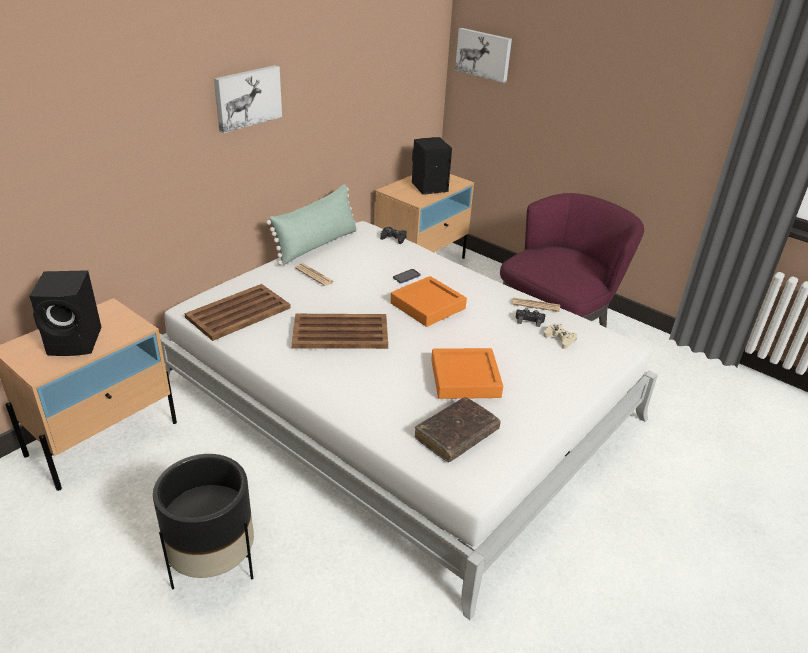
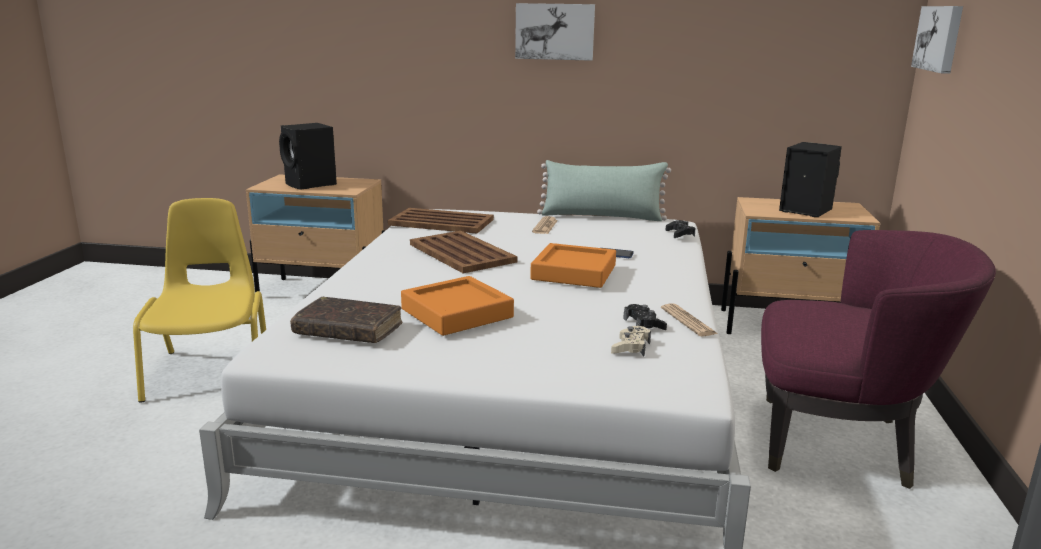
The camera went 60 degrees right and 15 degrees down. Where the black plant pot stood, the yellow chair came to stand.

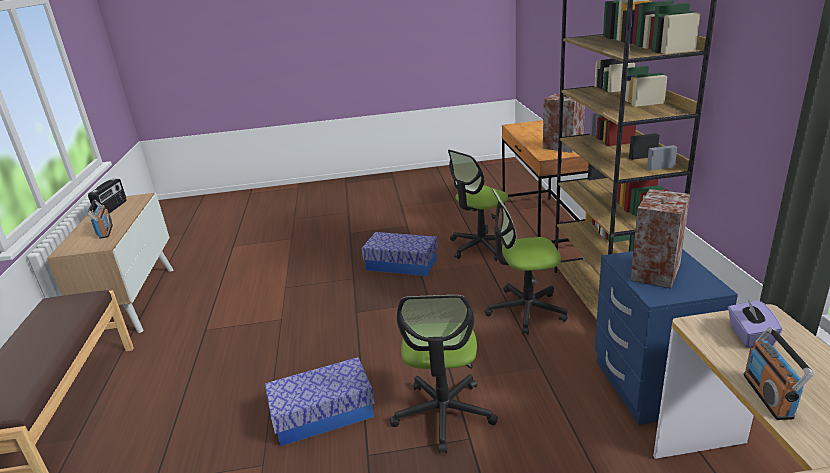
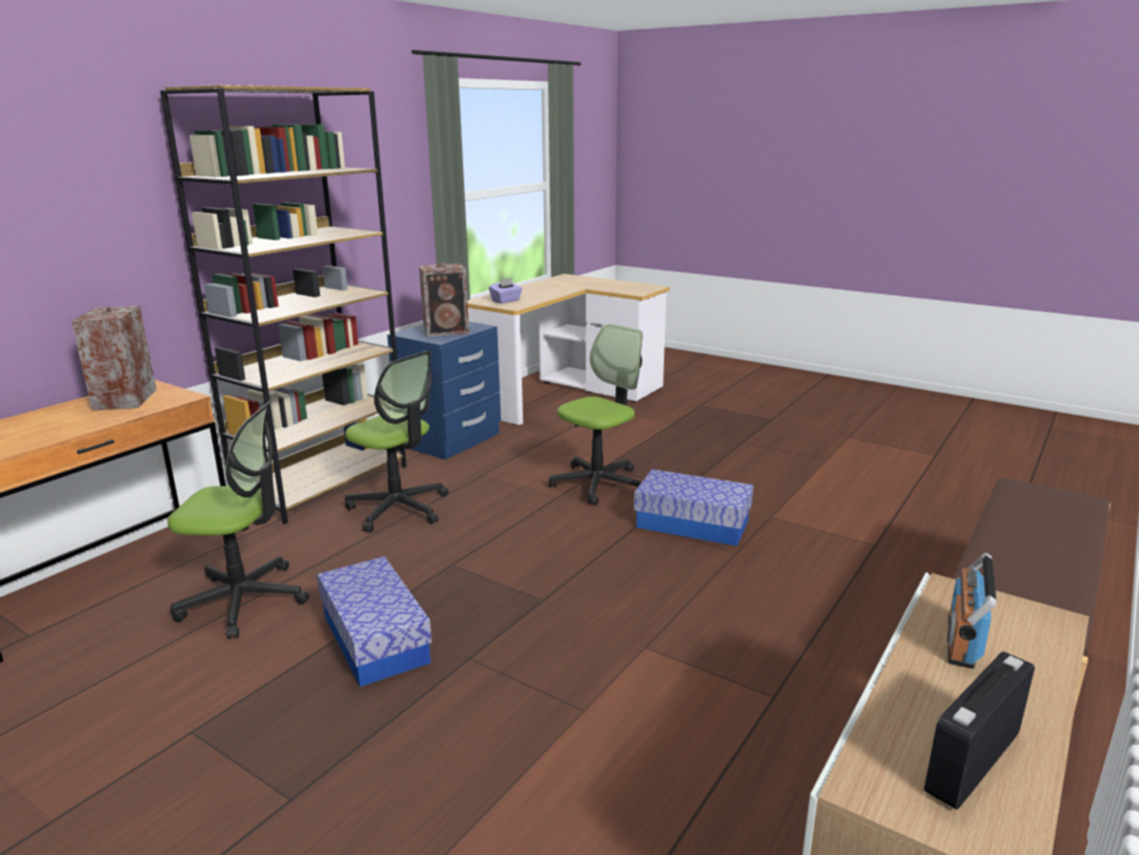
The camera went 140 degrees left and 5 degrees down. The second view lost the radio (no. 3 from left).

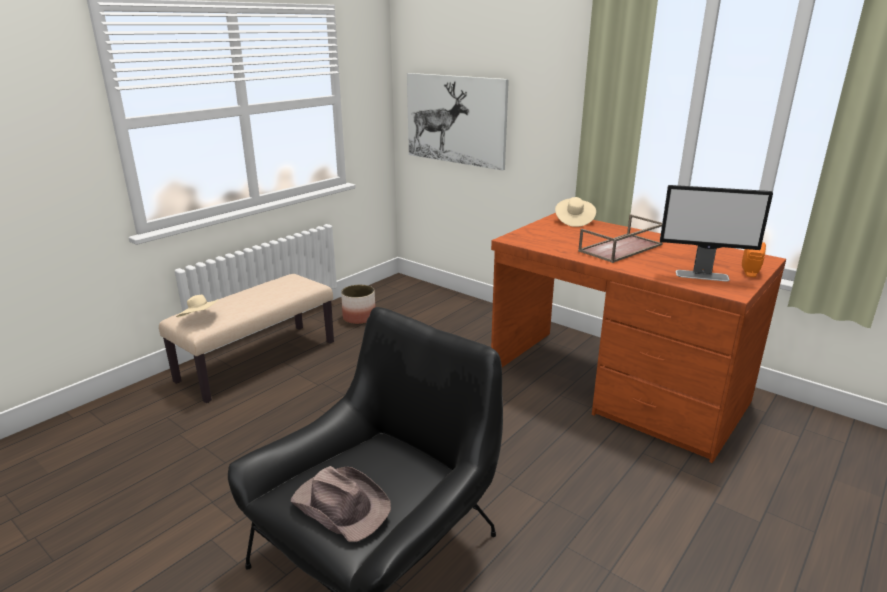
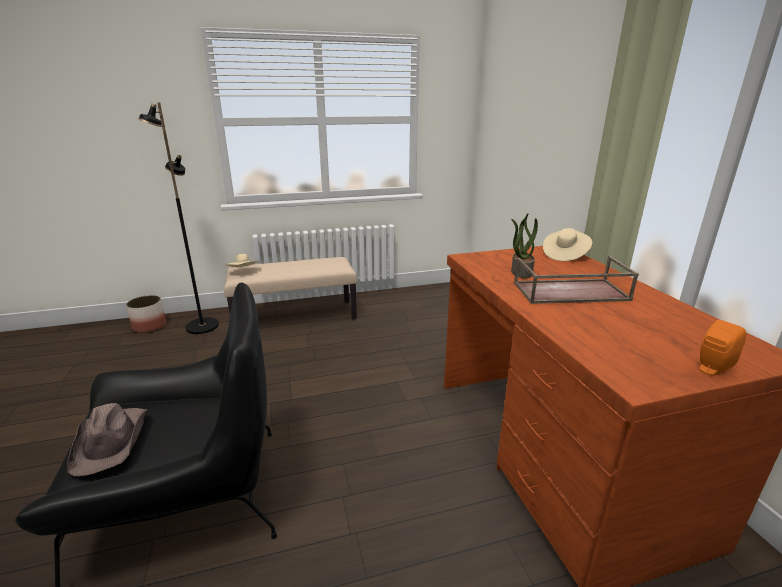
The camera went 35 degrees right and 0 degrees up. The plant pot ended up elsewhere. The second view lost the wall picture. The second view lost the computer screen. The second view gained the black standard lamp. The second view gained the houseplant.

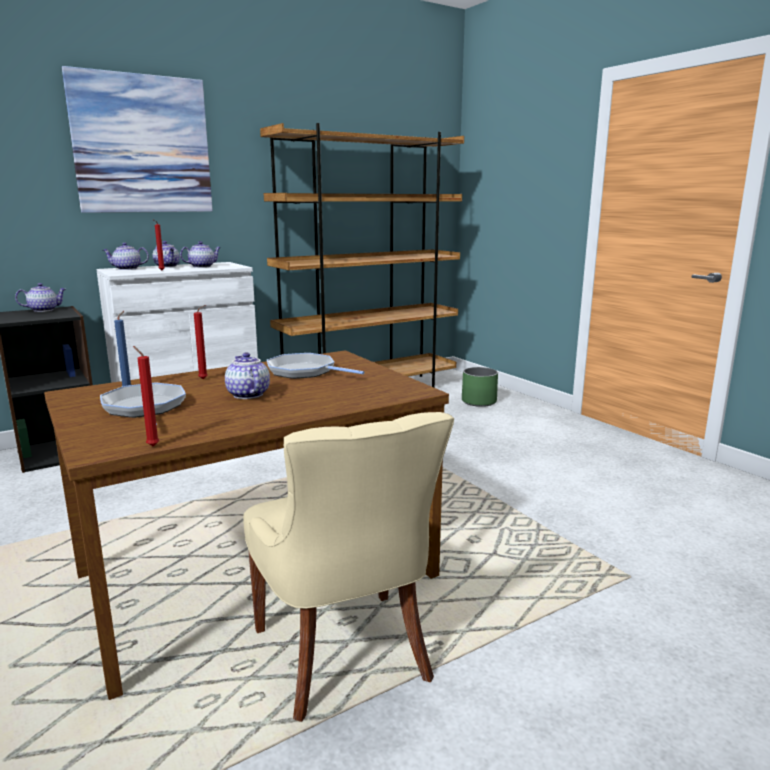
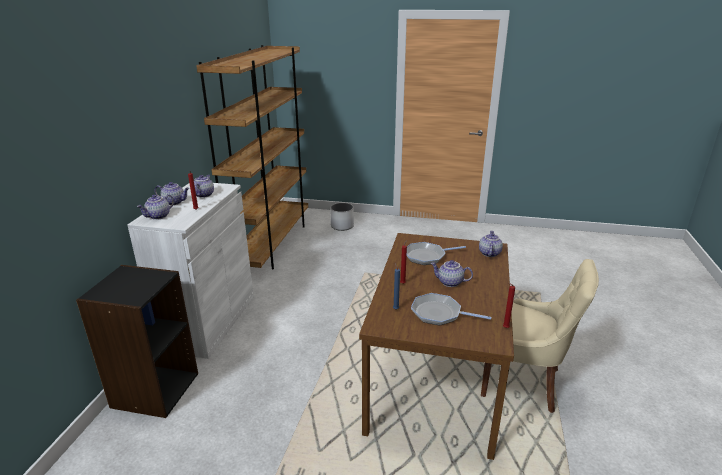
The camera went 45 degrees left and 10 degrees up. The pot for tea (no. 1 from left in the first image) ended up elsewhere. The second view lost the wall picture. What was the green plant pot turned into the white plant pot.

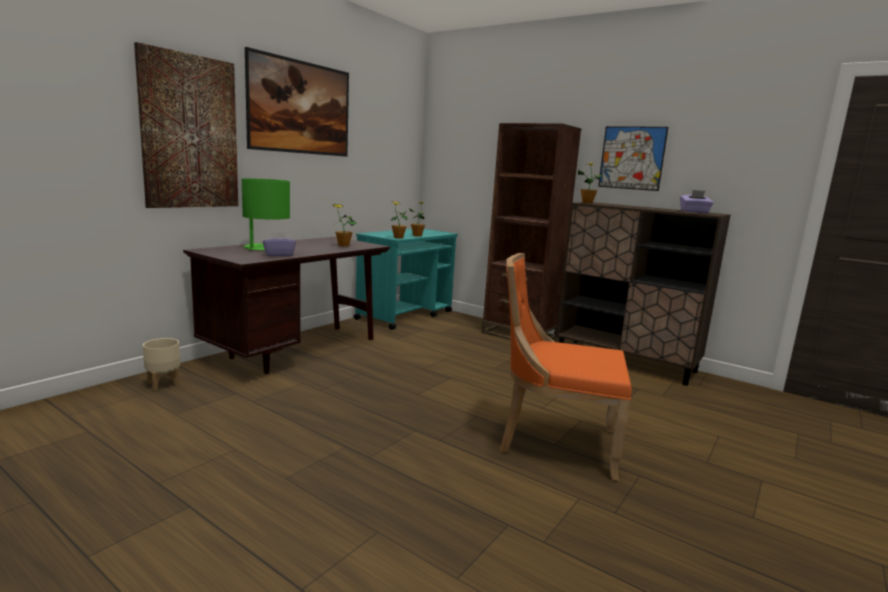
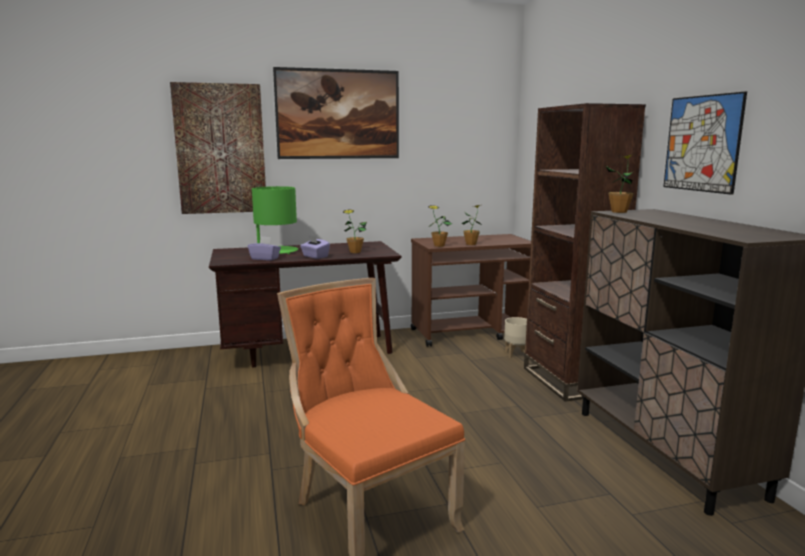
The camera went 40 degrees right and 0 degrees up. The sand-coloured plant pot ended up elsewhere. What was the blue-green cart turned into the brown-coloured cart. The purple-coloured tissue holder (no. 2 from left) ended up elsewhere.

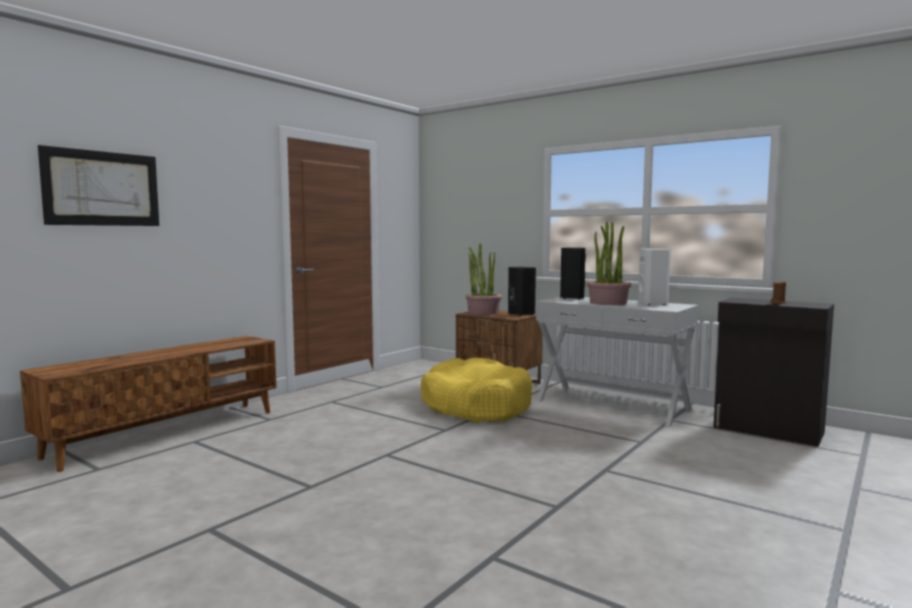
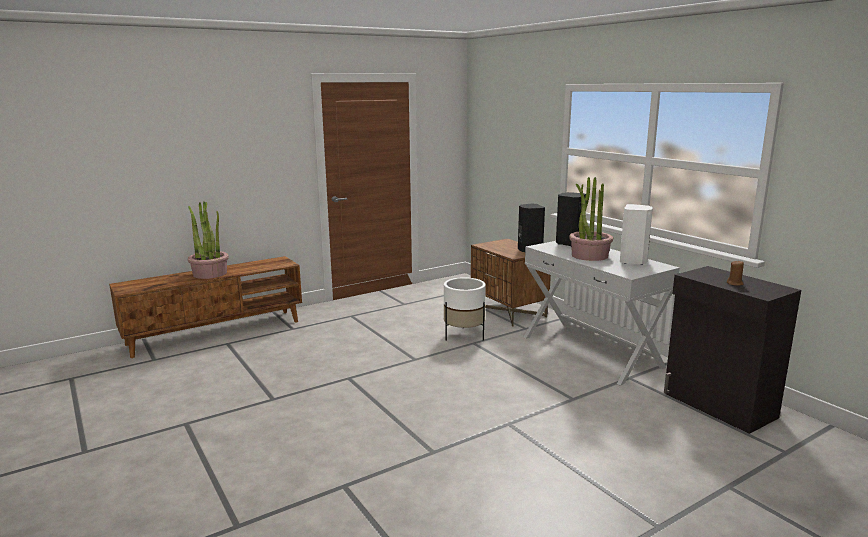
The camera went 20 degrees right and 10 degrees up. The second view lost the wall picture. Where the yellow dog bed stood, the white plant pot came to stand. The houseplant (no. 1 from left) ended up elsewhere.

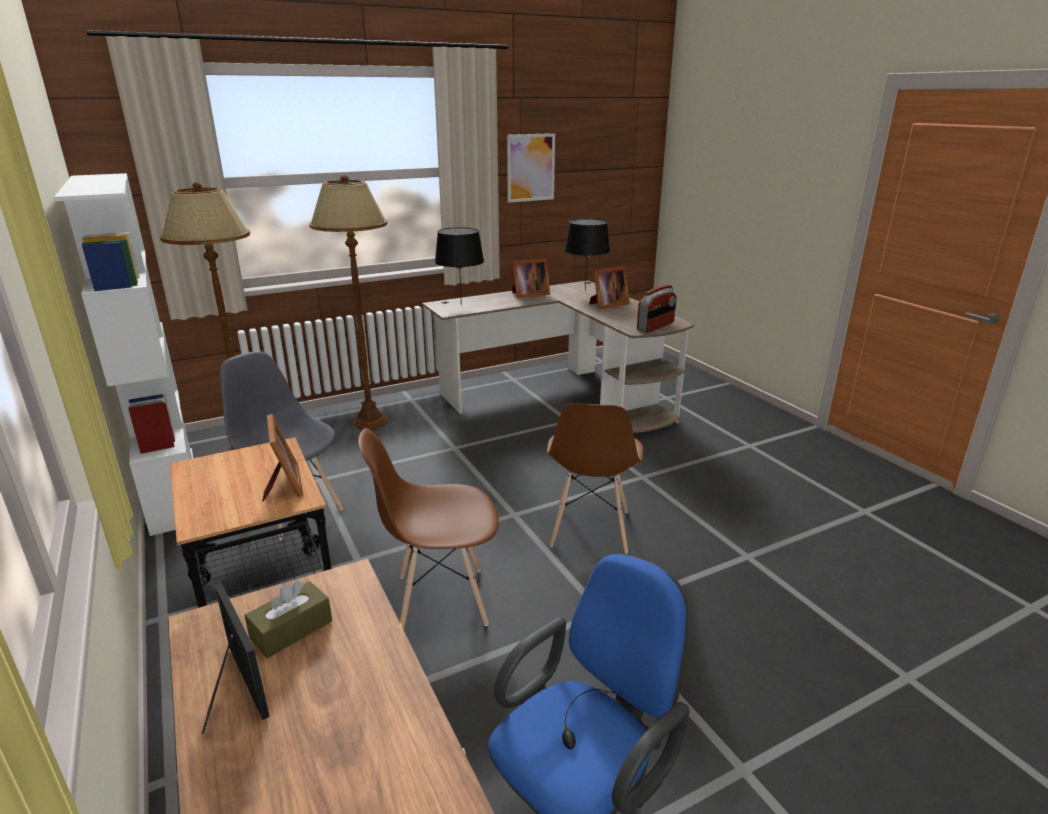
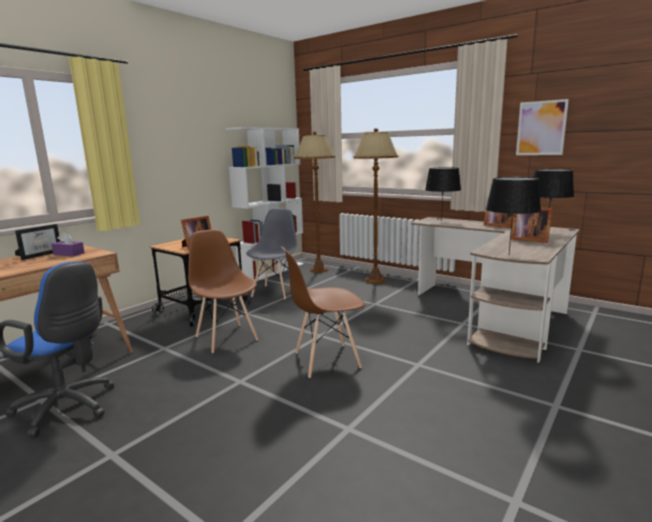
The camera went 65 degrees right and 10 degrees down. What was the brown-coloured tissue holder turned into the purple-coloured tissue holder. Where the radio stood, the black tabletop lamp (no. 2 from left) came to stand.

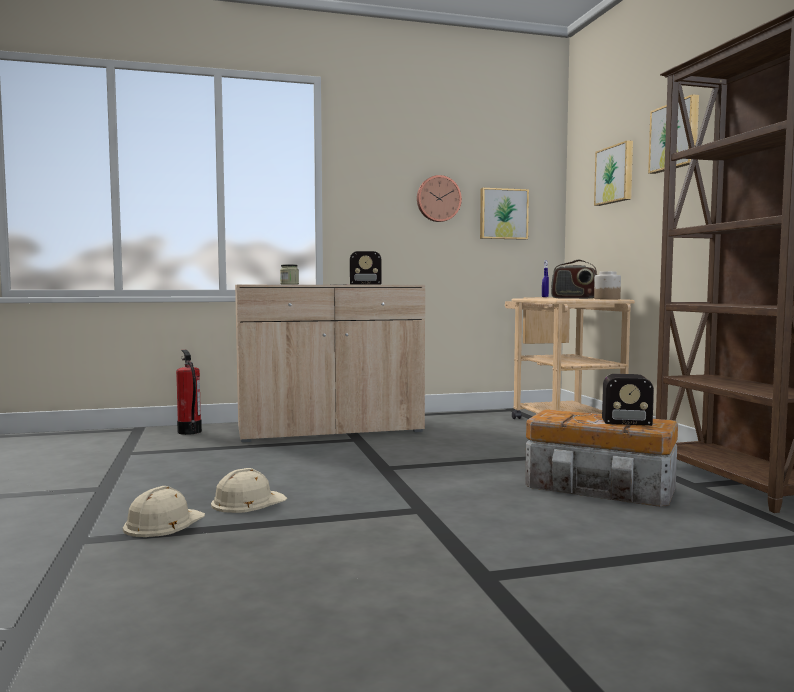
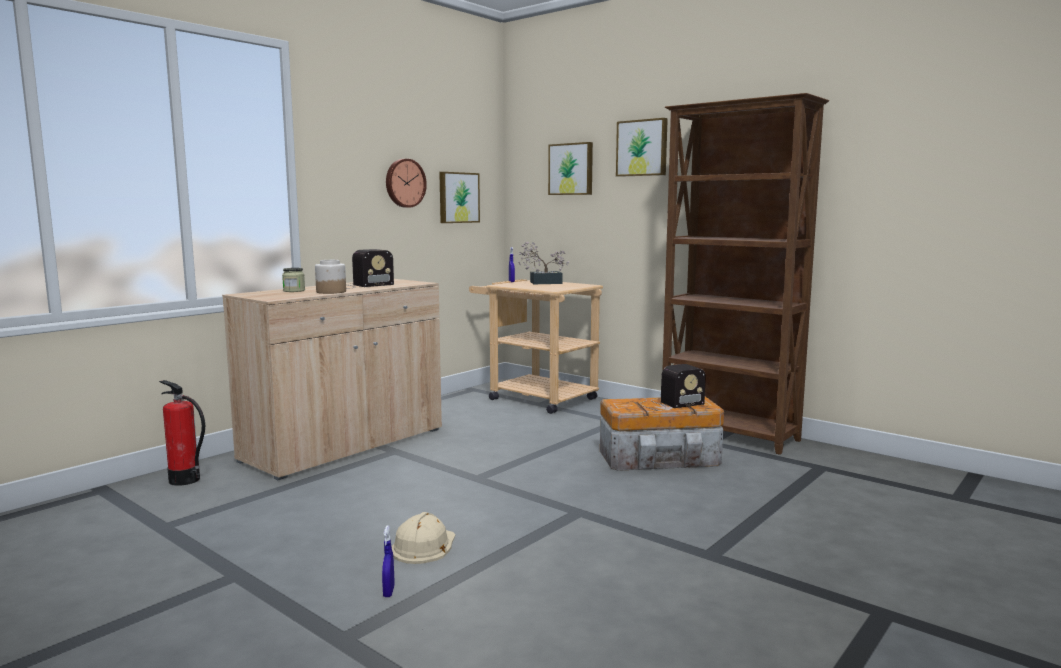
The camera went 35 degrees left and 5 degrees up. Where the sand-coloured hard hat (no. 1 from left) stood, the bluish sprayer (no. 1 from left) came to stand. Where the radio (no. 2 from left) stood, the houseplant came to stand. The preserve jar (no. 2 from left) ended up elsewhere.

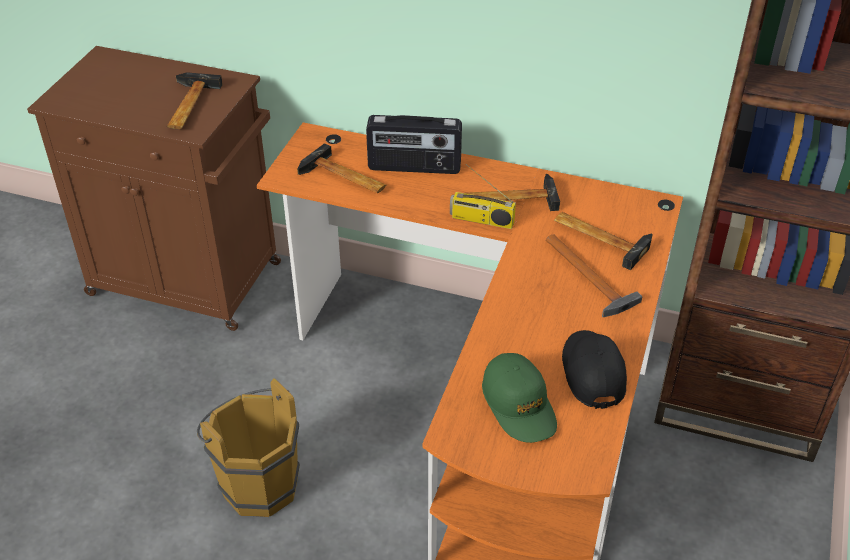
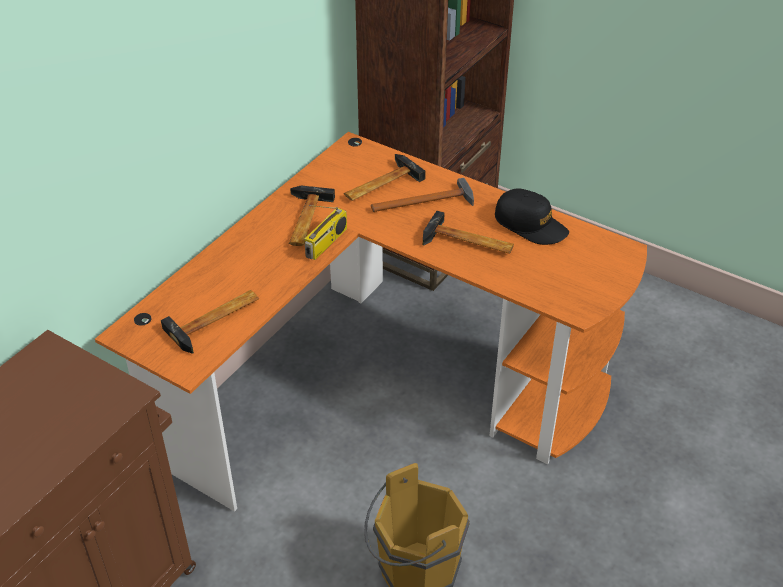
The camera went 75 degrees left and 0 degrees up. The hammer (no. 1 from left in the first image) ended up elsewhere. The second view lost the radio (no. 1 from left). The second view lost the green peaked cap. The black peaked cap ended up facing another way, 150 degrees counterclockwise from before.

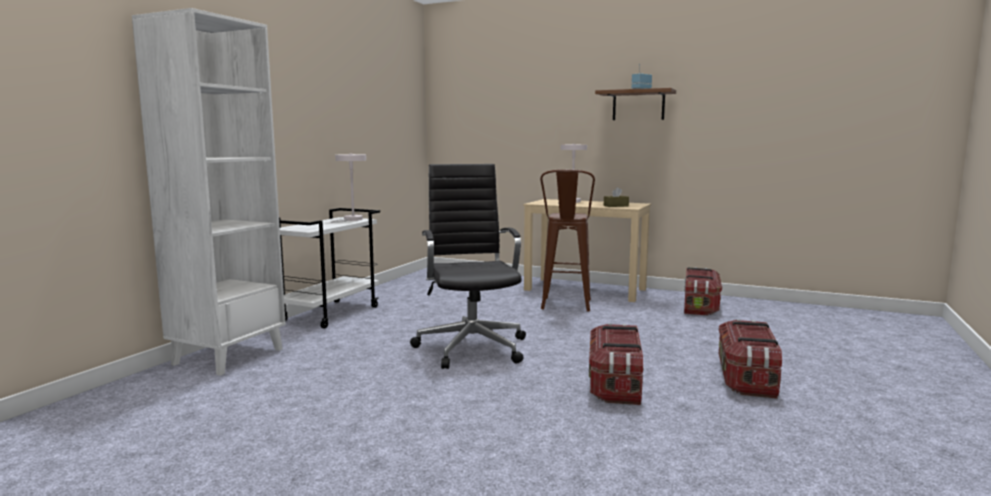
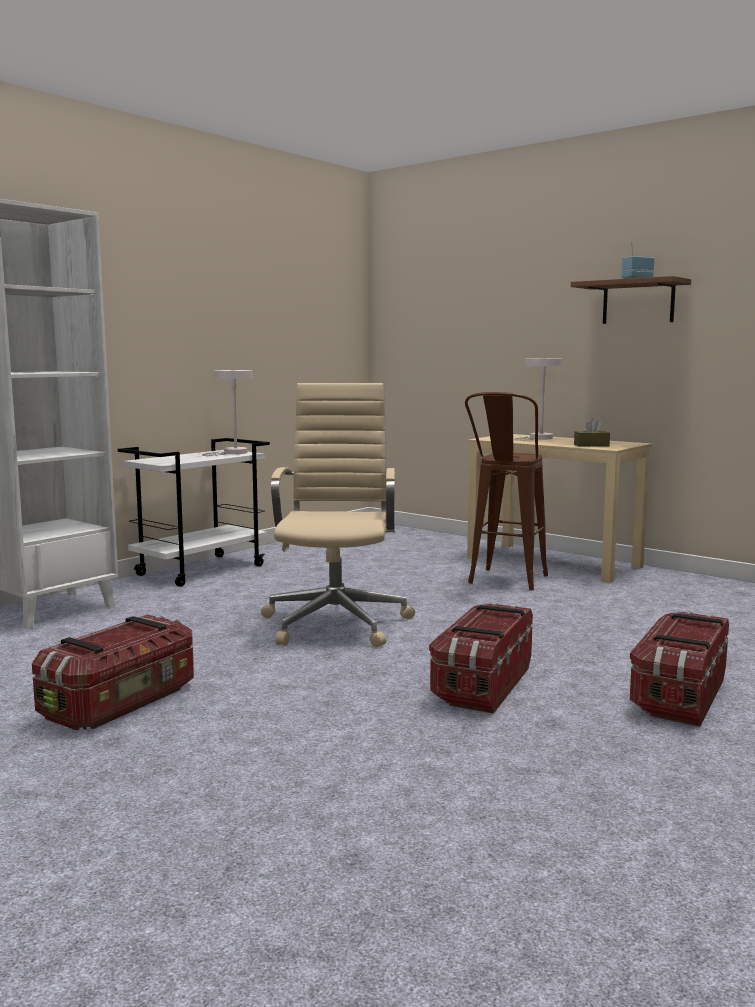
The camera went 15 degrees right and 0 degrees up. What was the black computer chair turned into the sand-coloured computer chair. The storage container (no. 2 from left in the first image) ended up elsewhere.

